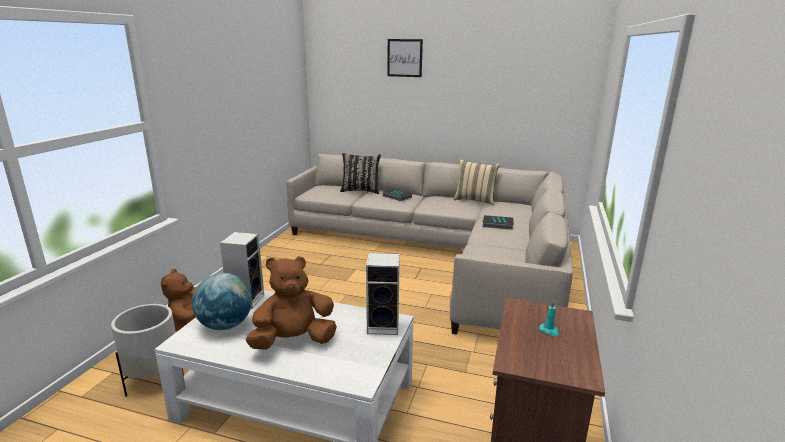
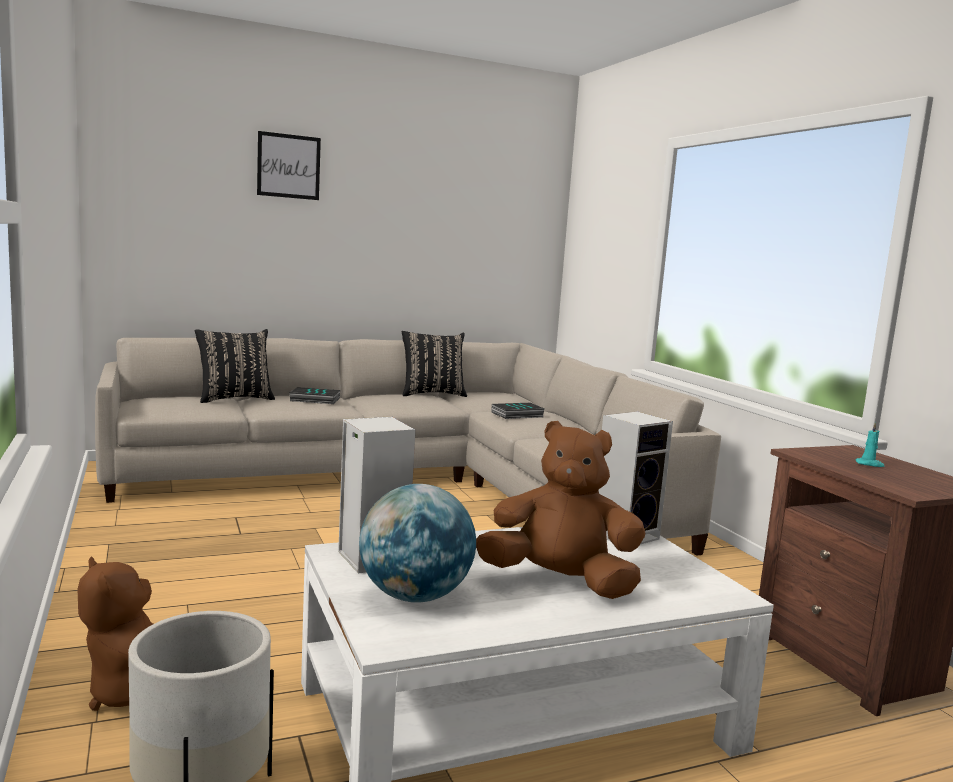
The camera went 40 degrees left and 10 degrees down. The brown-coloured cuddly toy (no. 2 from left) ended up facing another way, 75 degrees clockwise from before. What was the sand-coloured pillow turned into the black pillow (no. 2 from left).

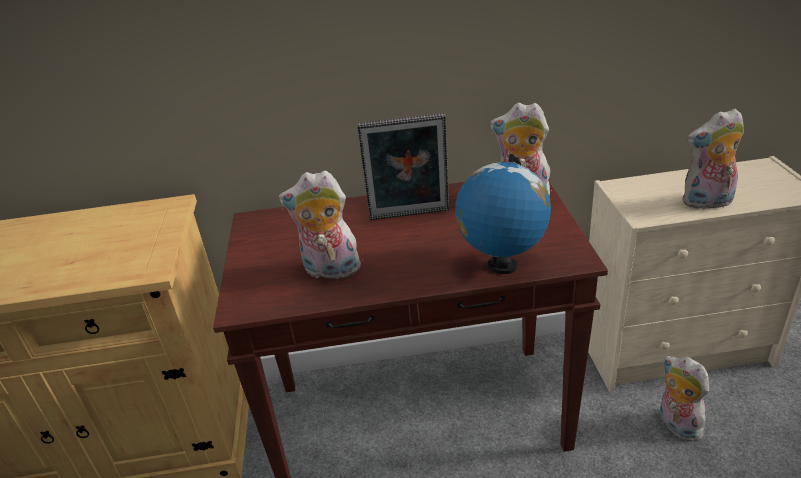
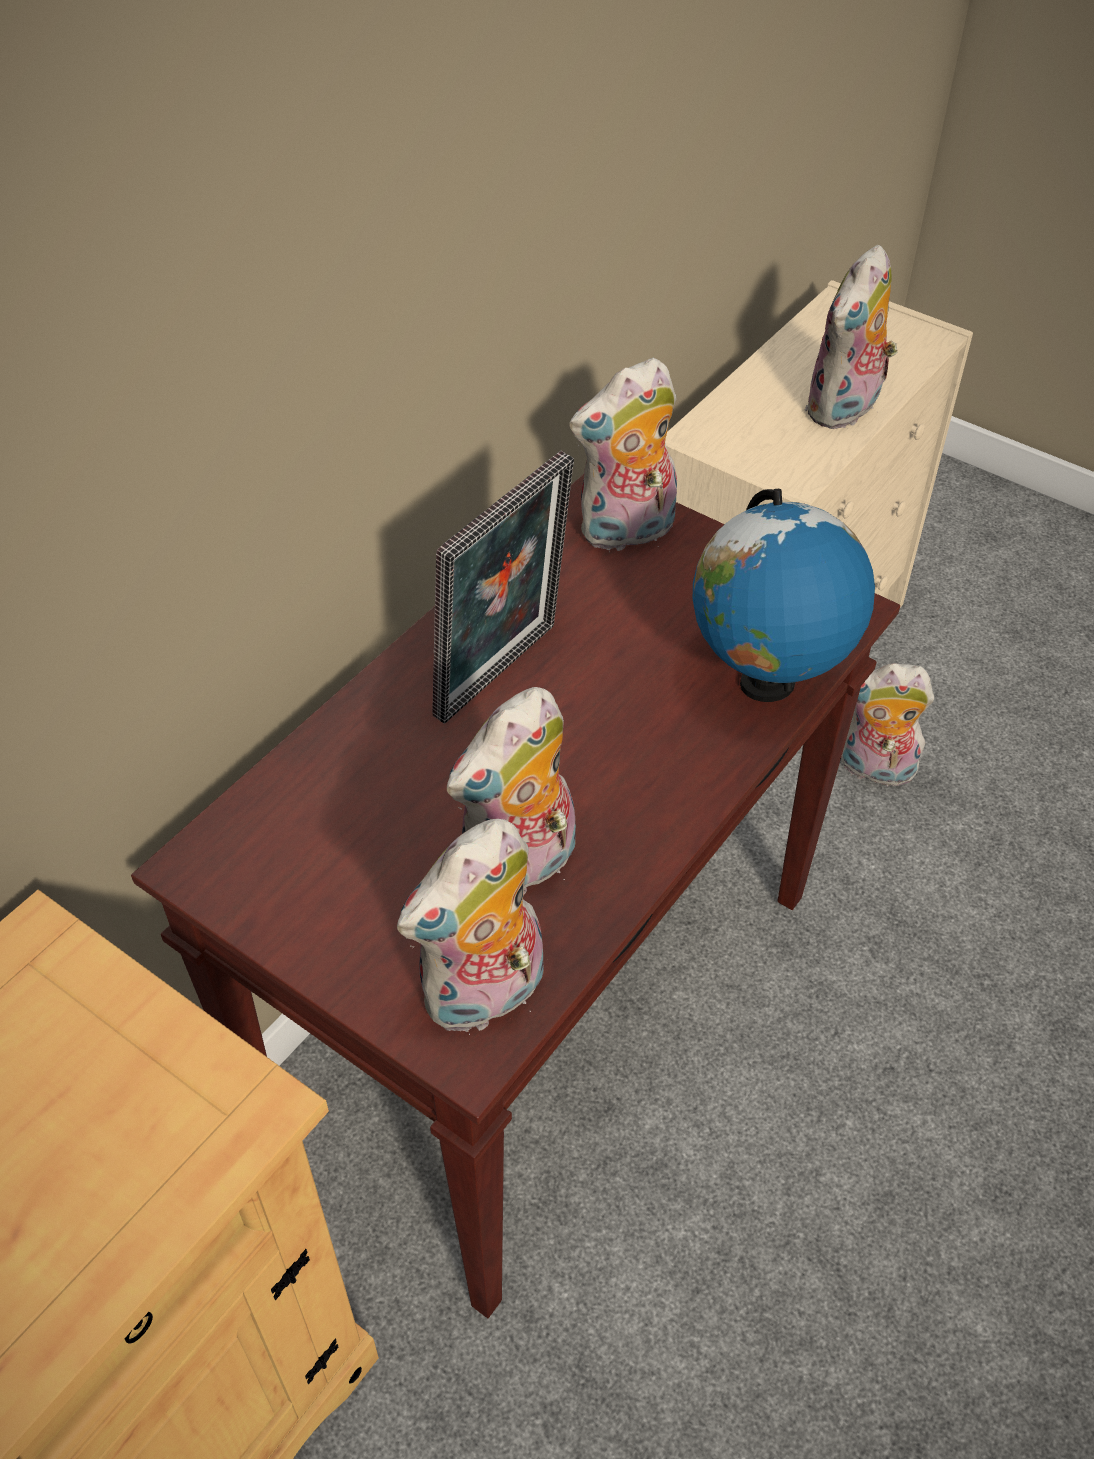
The camera went 50 degrees left and 15 degrees up. The second view gained the cuddly toy (no. 1 from left).

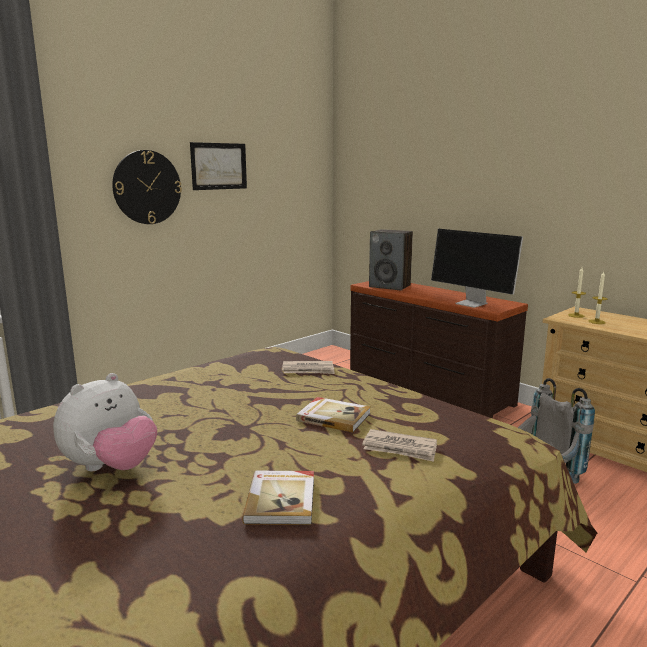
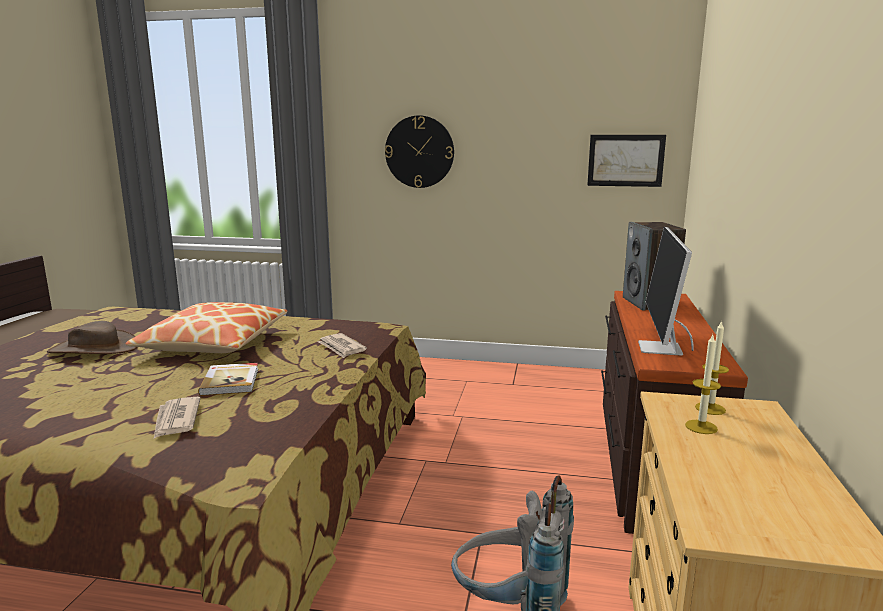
The camera went 55 degrees right and 0 degrees up. Where the cuddly toy stood, the brown-coloured wearable hat came to stand. The wall picture ended up elsewhere. The second view lost the volume (no. 1 from left). The second view gained the pillow.

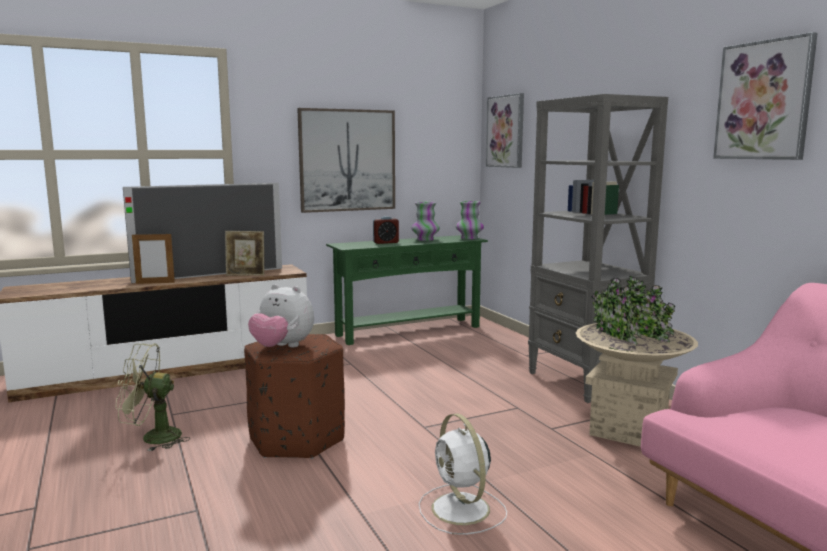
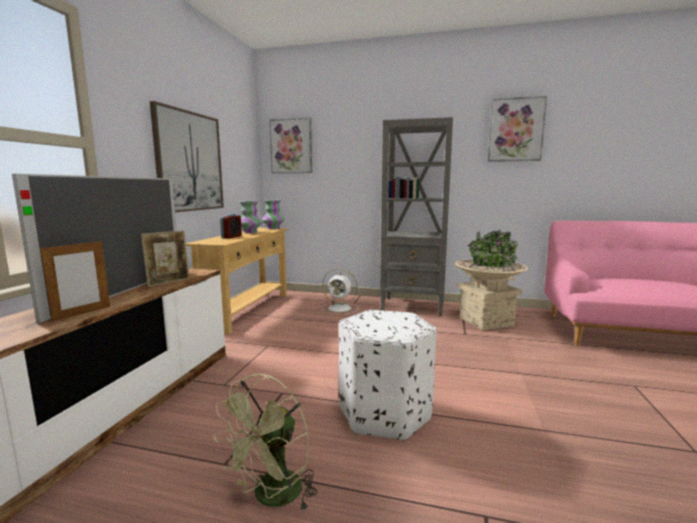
The camera went 50 degrees left and 0 degrees up. What was the brown-coloured ottoman turned into the white ottoman. The second view lost the cuddly toy. What was the green console table turned into the sand-coloured console table. The white cooling fan ended up elsewhere.

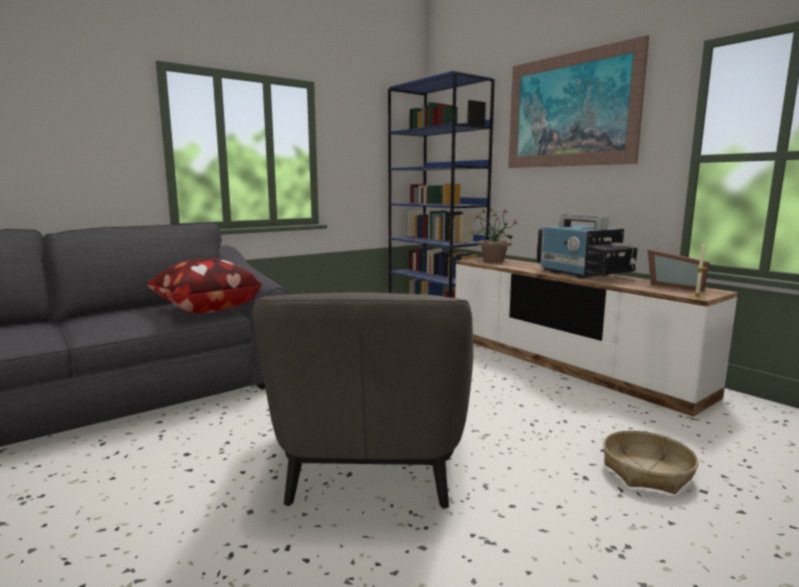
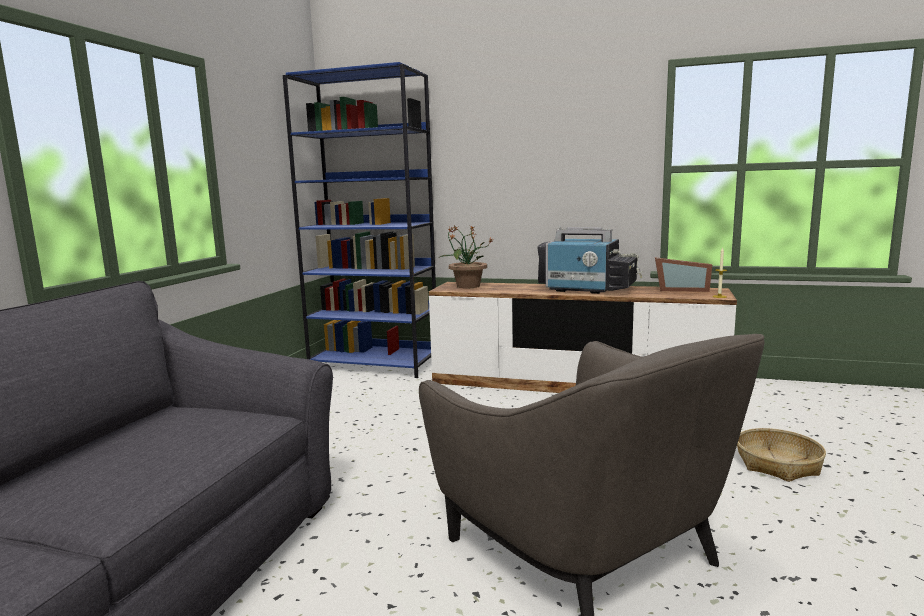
The camera went 35 degrees left and 0 degrees up. The second view lost the pillow. The second view lost the wall picture.

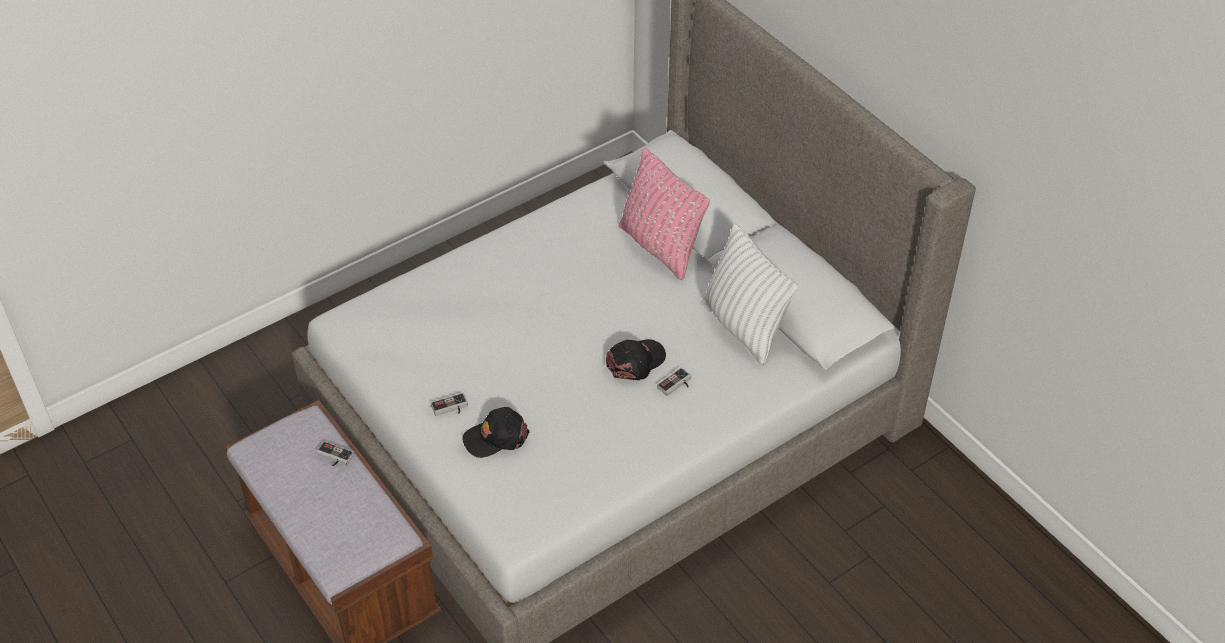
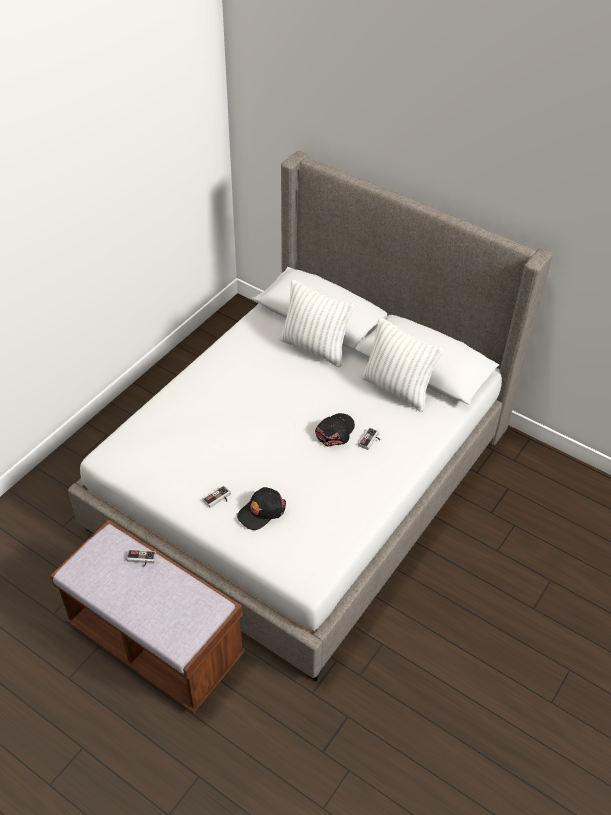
The camera went 20 degrees left and 0 degrees up. What was the pink pillow turned into the white pillow (no. 1 from left).

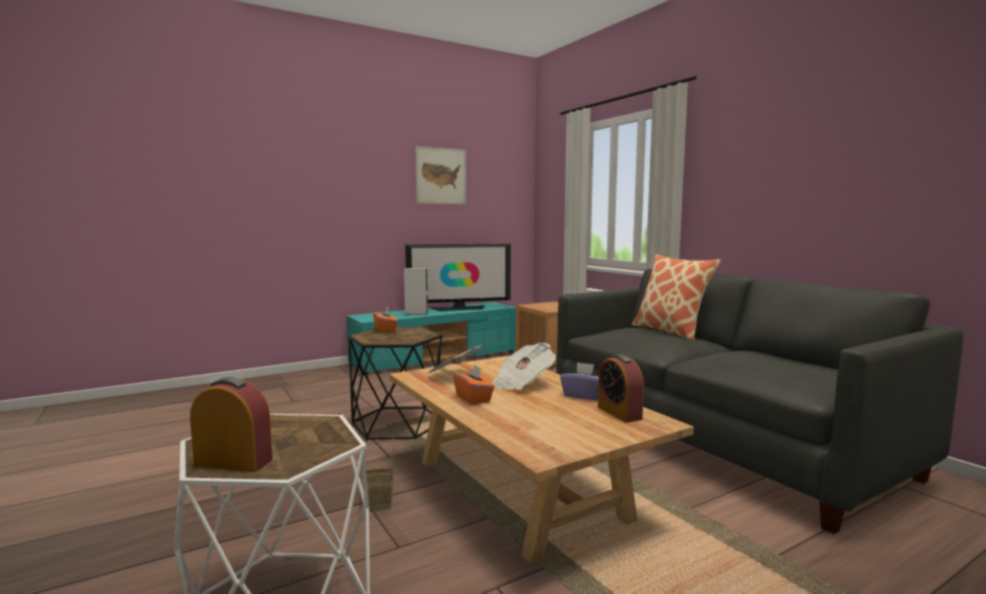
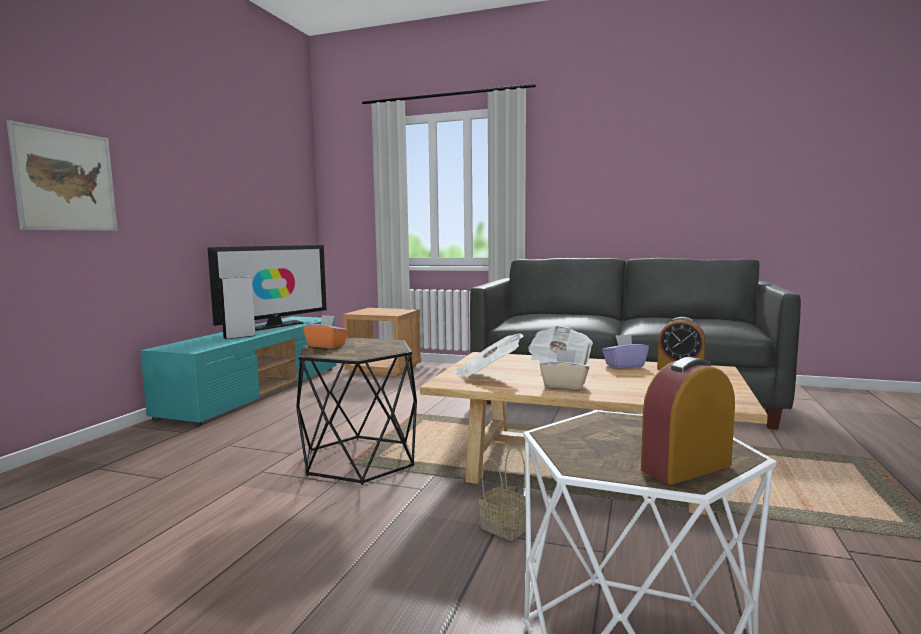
The camera went 40 degrees left and 0 degrees up. The wall picture ended up elsewhere. What was the orange tissue holder (no. 2 from left) turned into the sand-coloured tissue holder. The second view lost the pillow.

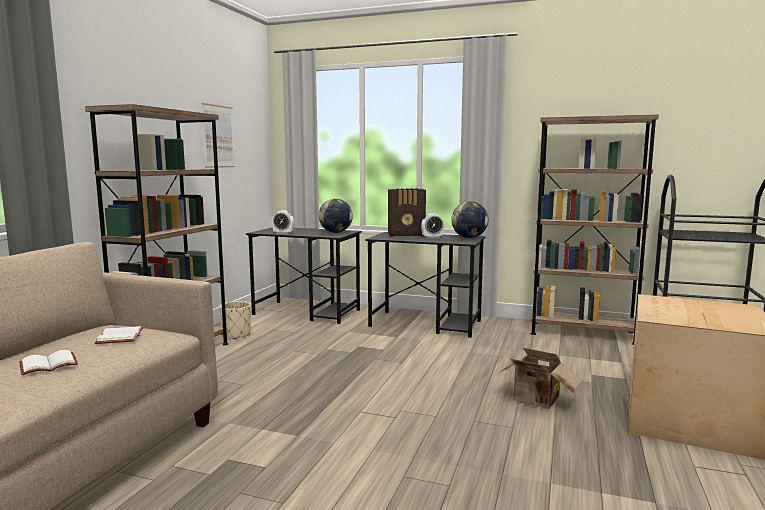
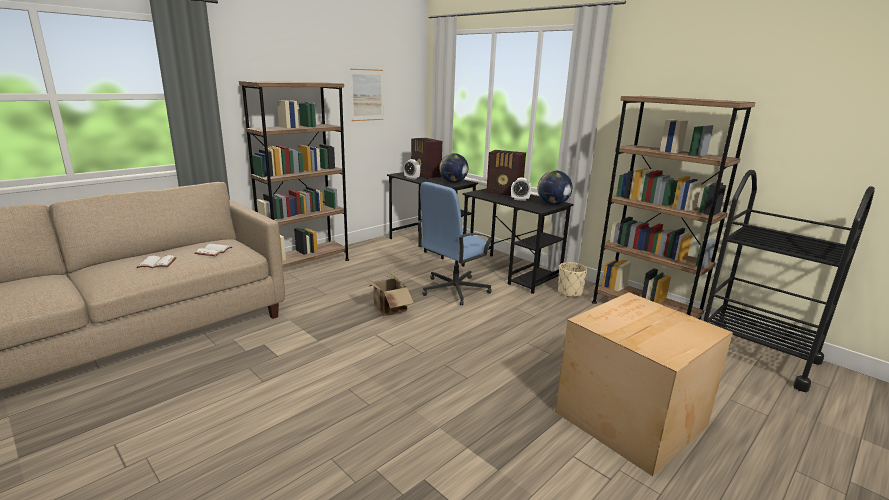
The camera went 25 degrees right and 10 degrees up. The sand-coloured plant pot ended up elsewhere. The carton (no. 1 from left) ended up elsewhere. The second view gained the radio (no. 1 from left). The second view gained the bluish computer chair.

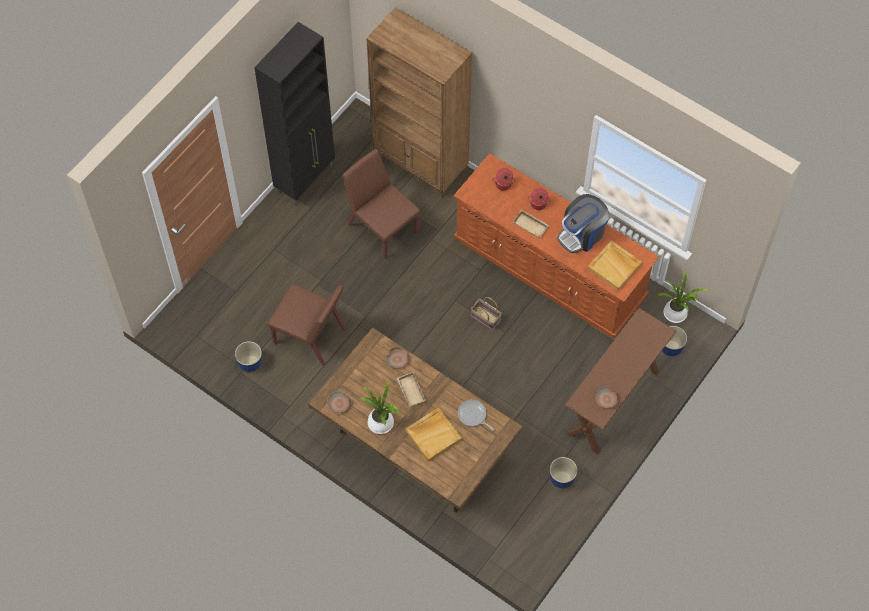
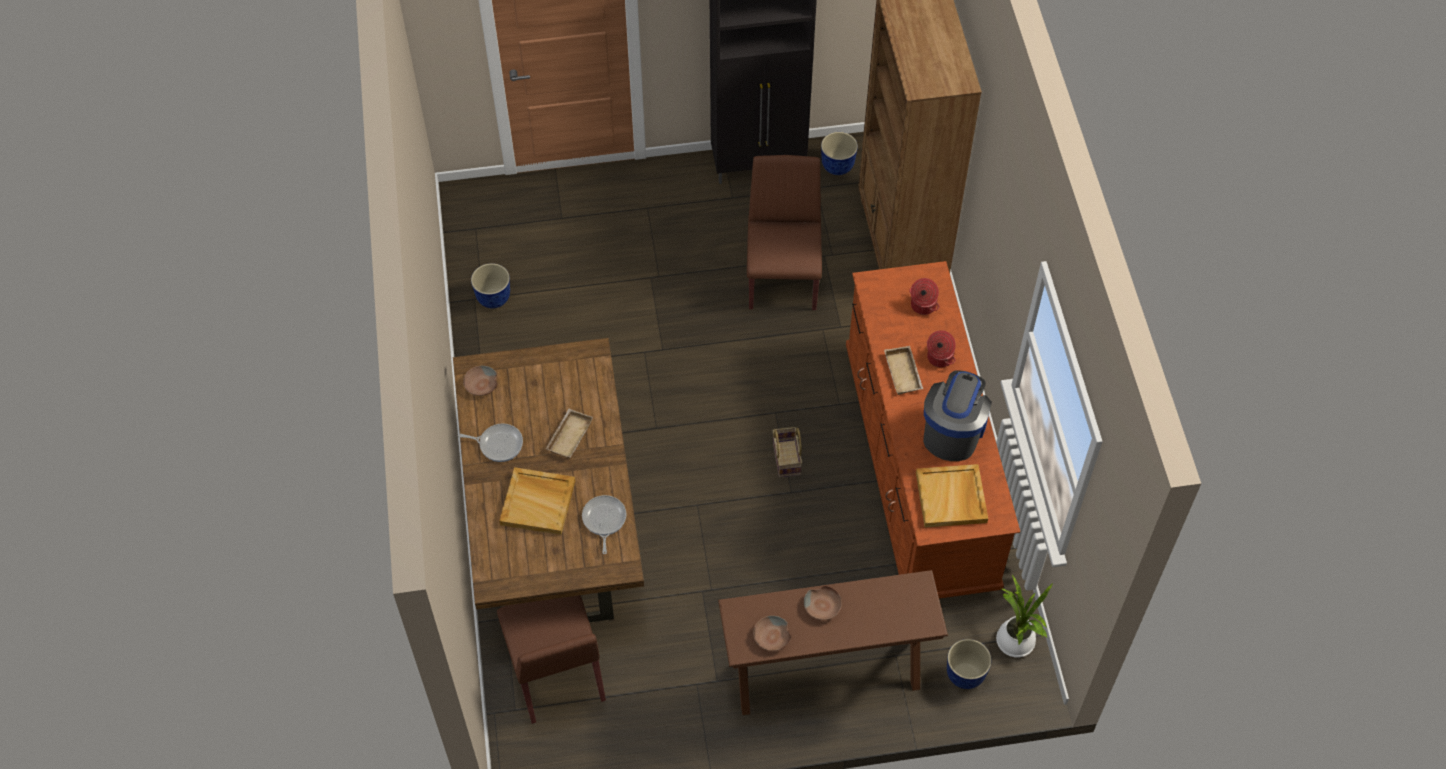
The camera went 45 degrees right and 5 degrees down. The brown-coloured chair (no. 1 from left) ended up elsewhere. Where the houseplant (no. 1 from left) stood, the frying pan (no. 1 from left) came to stand. The brown-coloured bowl (no. 2 from left in the first image) ended up elsewhere. The plant pot (no. 2 from left) ended up elsewhere. The coffee machine ended up facing another way, 105 degrees clockwise from before.

